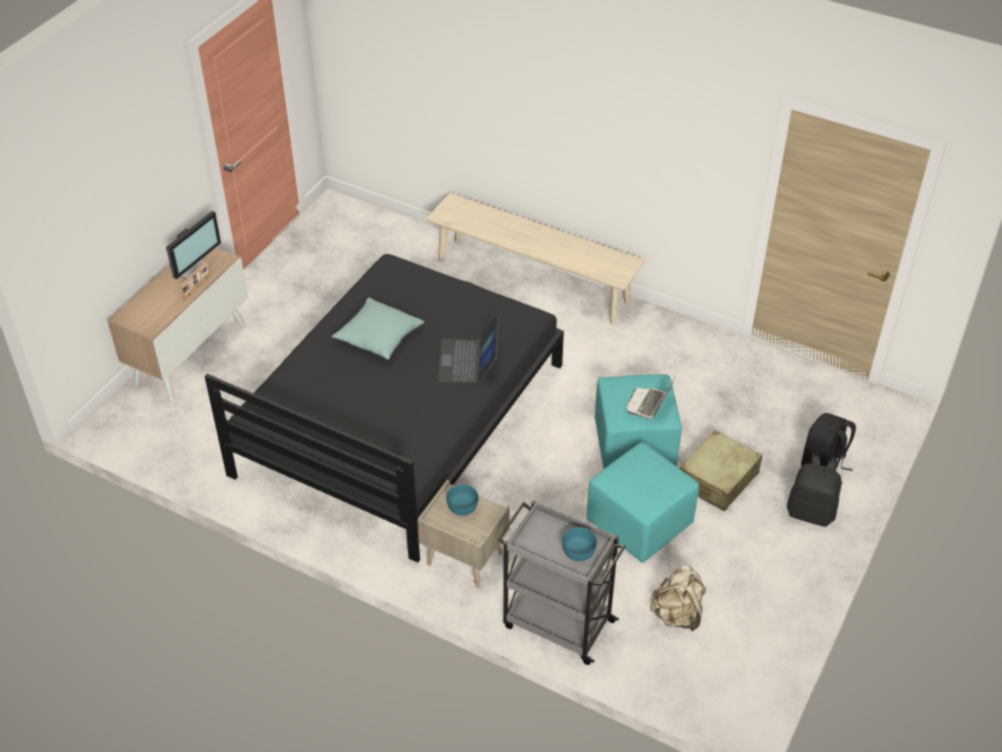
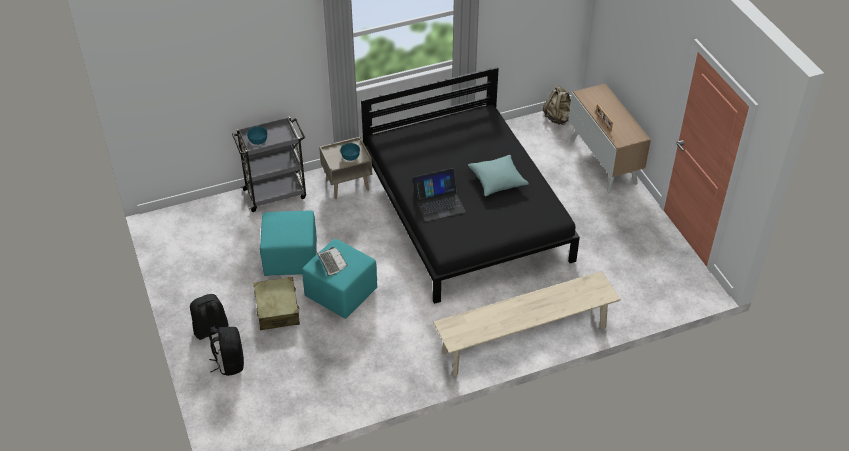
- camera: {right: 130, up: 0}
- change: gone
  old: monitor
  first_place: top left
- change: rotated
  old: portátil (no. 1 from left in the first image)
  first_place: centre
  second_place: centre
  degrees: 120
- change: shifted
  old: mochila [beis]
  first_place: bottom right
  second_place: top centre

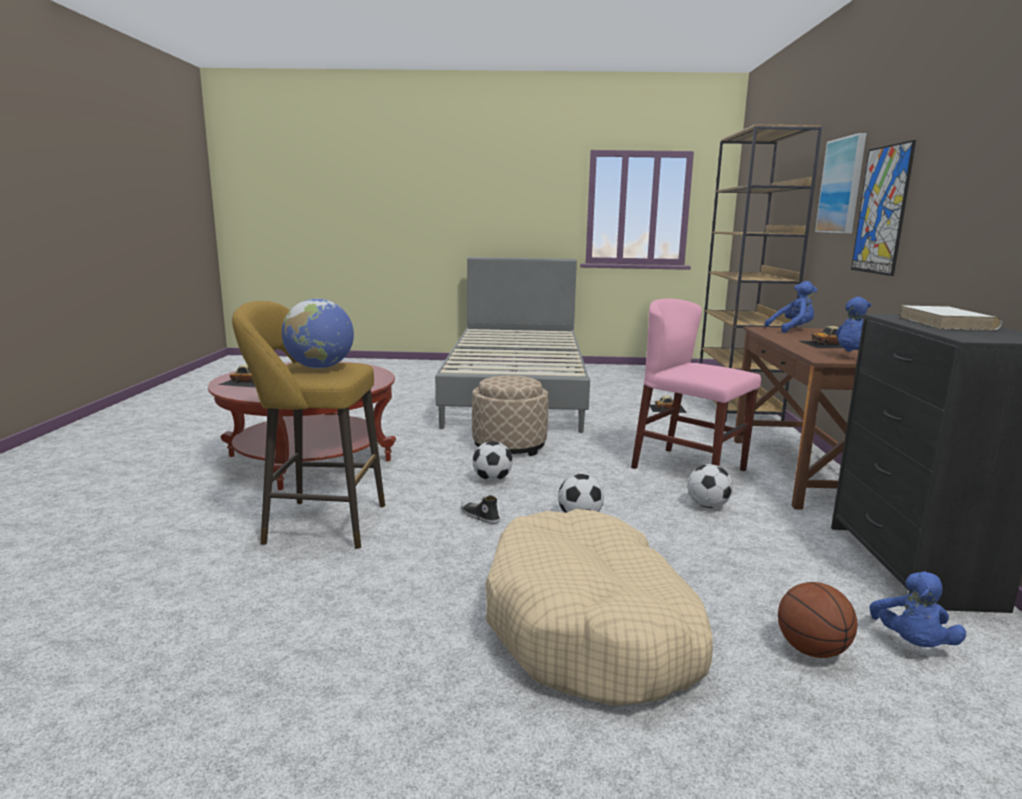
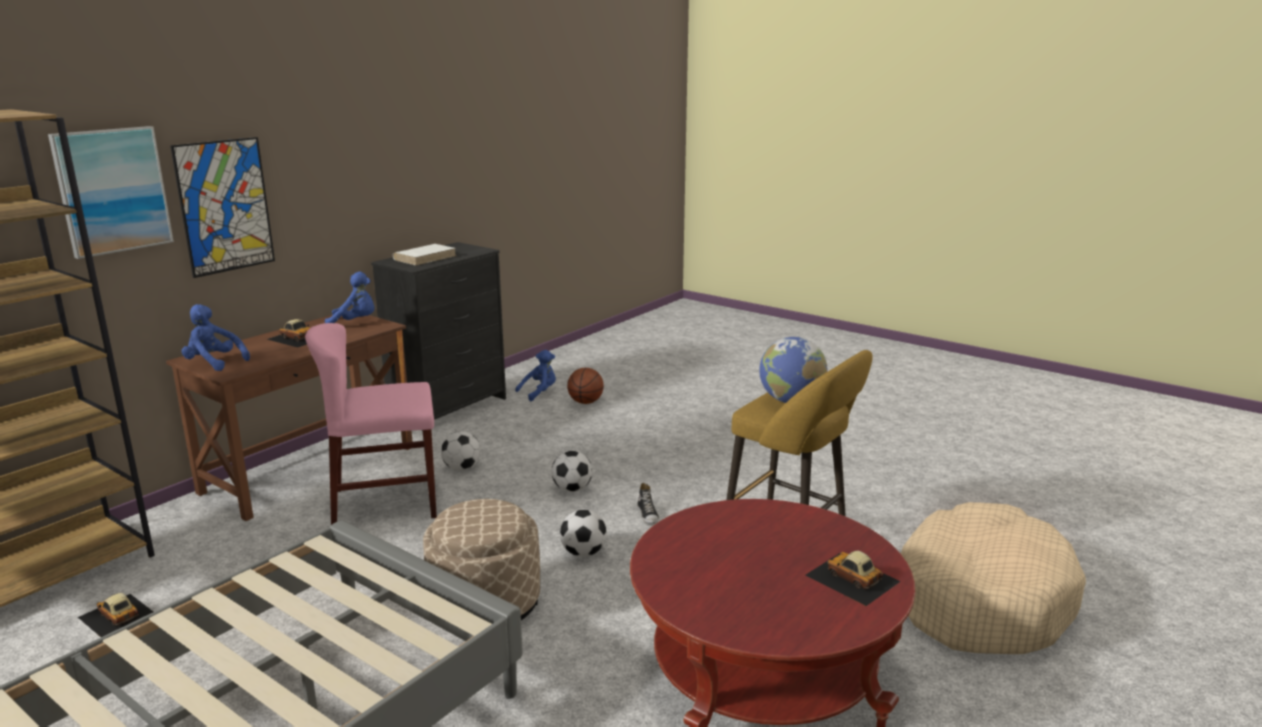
- camera: {right: -145, up: 5}
- change: rotated
  old: silla [rosa]
  first_place: middle right
  second_place: middle left
  degrees: 90
- change: shifted
  old: cama para perro [beis]
  first_place: bottom centre
  second_place: bottom right

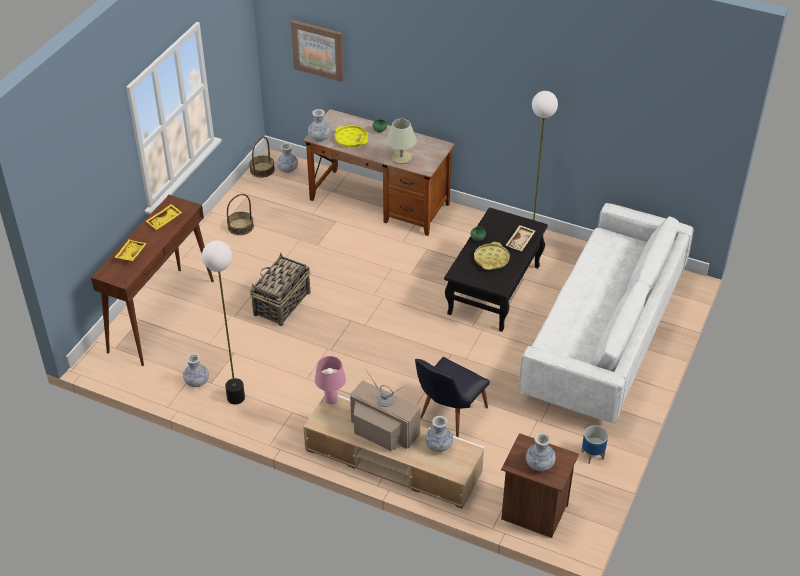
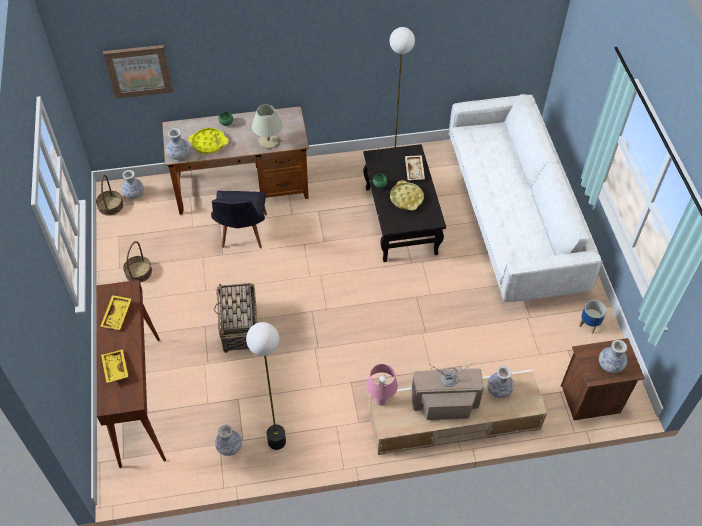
- camera: {right: -35, up: 10}
- change: shifted
  old: silla [negro]
  first_place: bottom centre
  second_place: centre

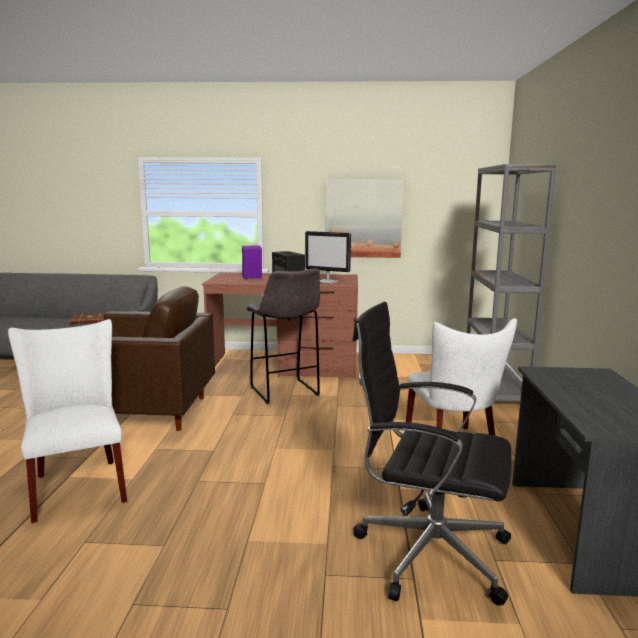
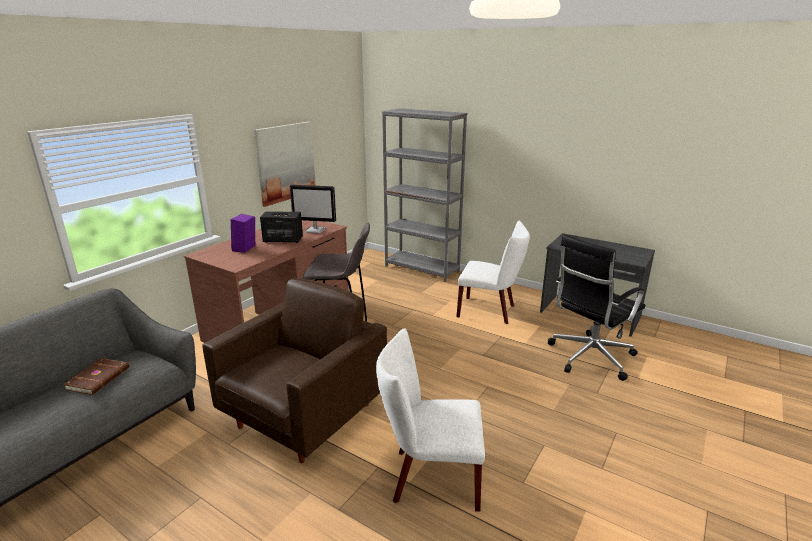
- camera: {right: -60, up: 10}
- change: rotated
  old: monitor
  first_place: centre
  second_place: centre
  degrees: 45

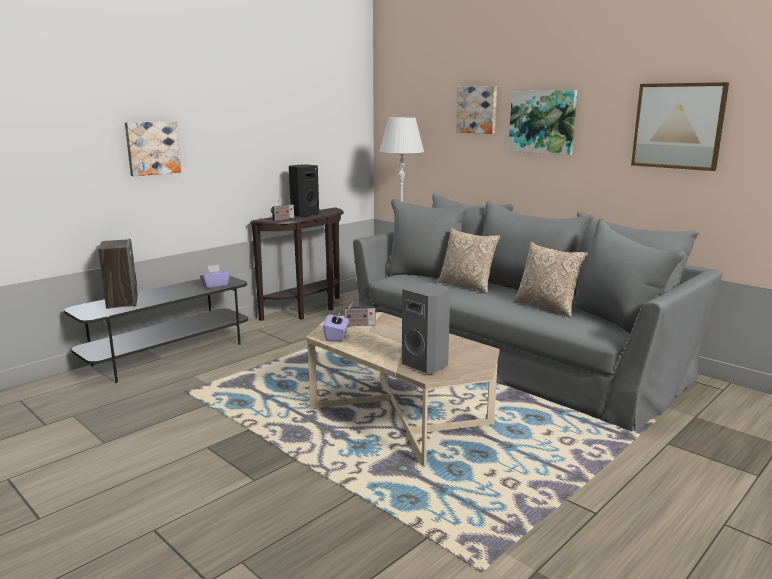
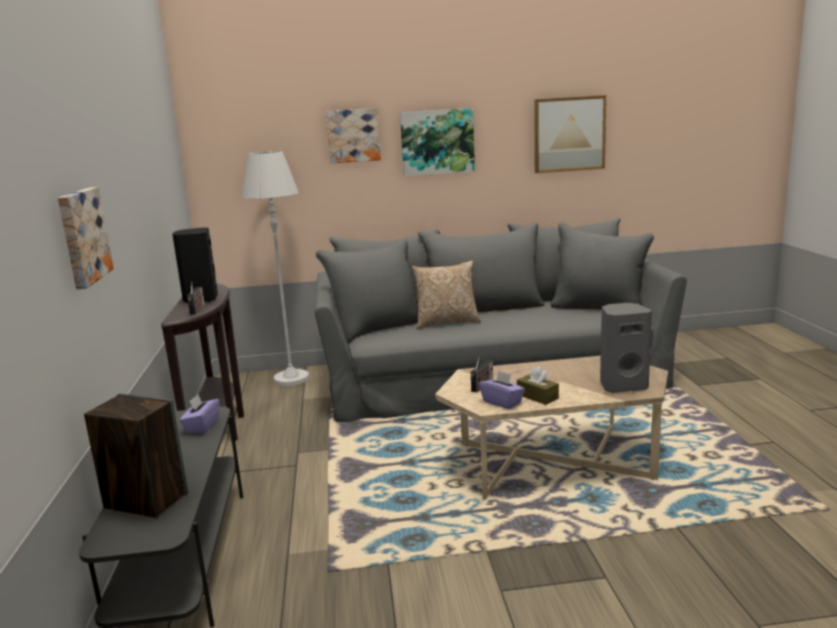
- camera: {right: -50, up: 0}
- change: gone
  old: cojín (no. 2 from left)
  first_place: middle right
- change: new
  new: caja de pañuelos [marrón]
  second_place: centre

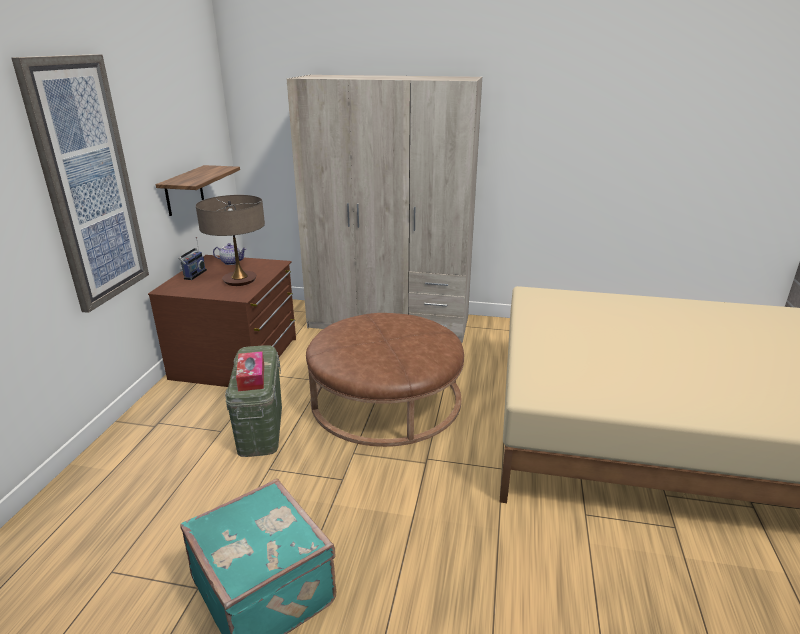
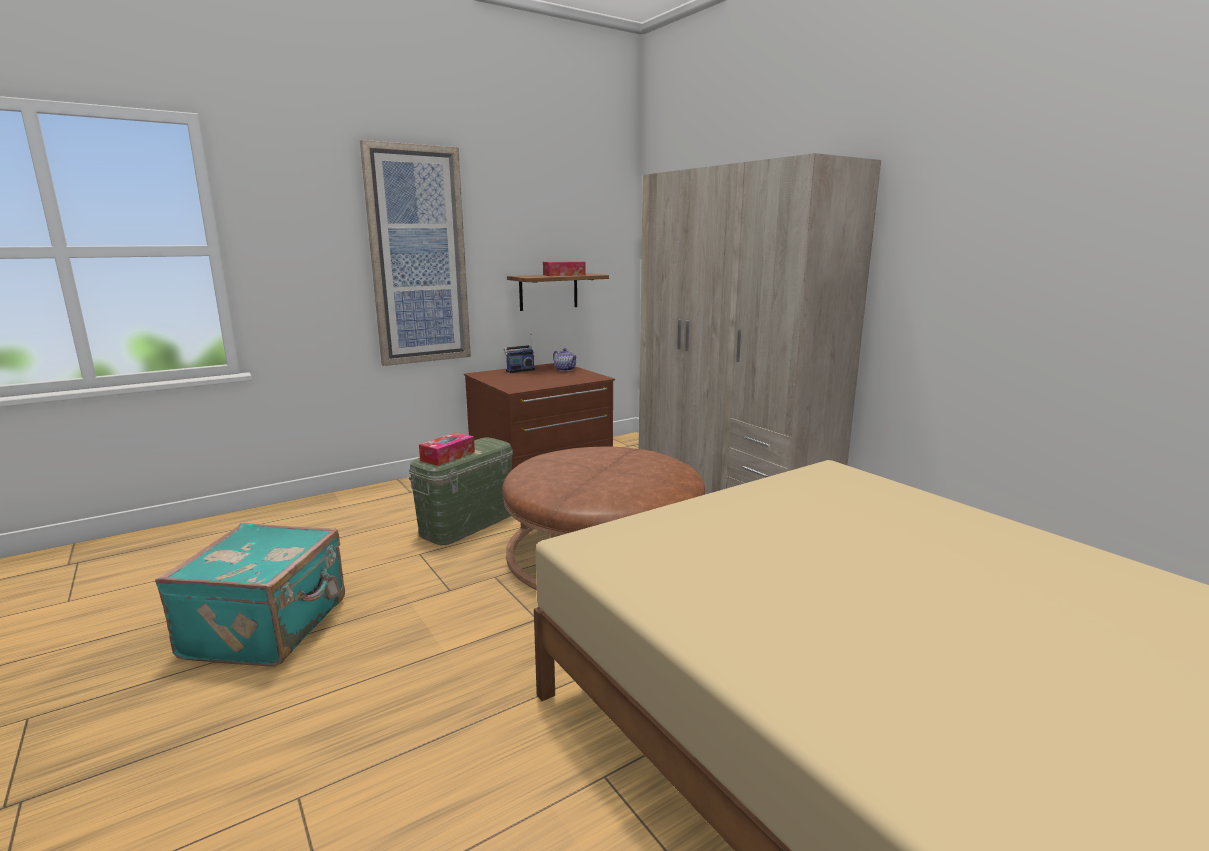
- camera: {right: 45, up: -10}
- change: gone
  old: lámpara de mesa
  first_place: middle left
- change: new
  new: caja de pañuelos (no. 2 from left)
  second_place: top centre

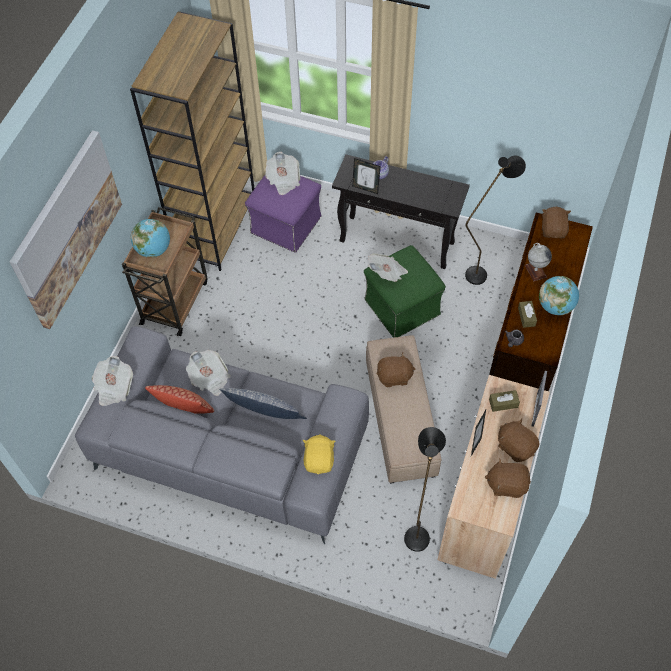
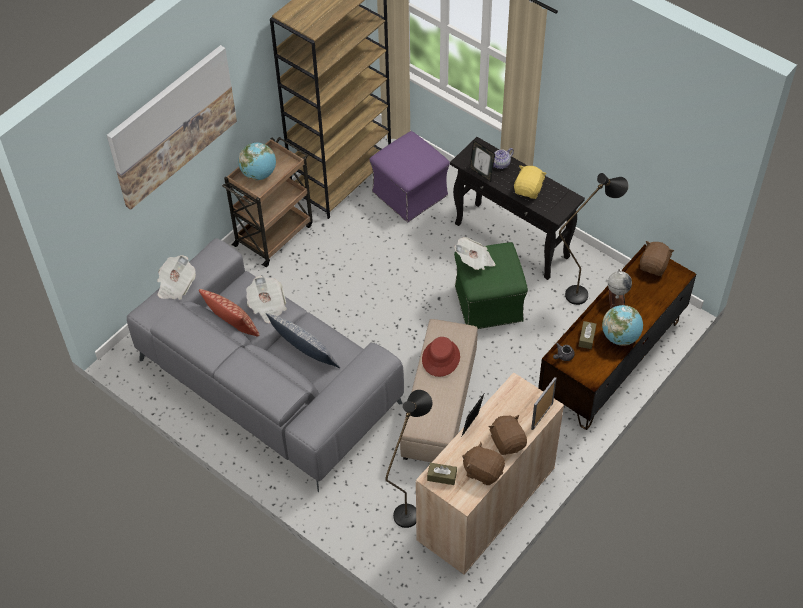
- camera: {right: 20, up: -5}
- change: gone
  old: periódico (no. 3 from left)
  first_place: top centre
- change: swapped
  old: peluche [marrón] (no. 1 from left)
  new: sombrero [rojo]
  first_place: centre
  second_place: centre
- change: shifted
  old: caja de pañuelos [marrón] (no. 1 from left)
  first_place: middle right
  second_place: bottom centre
- change: shifted
  old: peluche [amarillo]
  first_place: bottom centre
  second_place: top centre

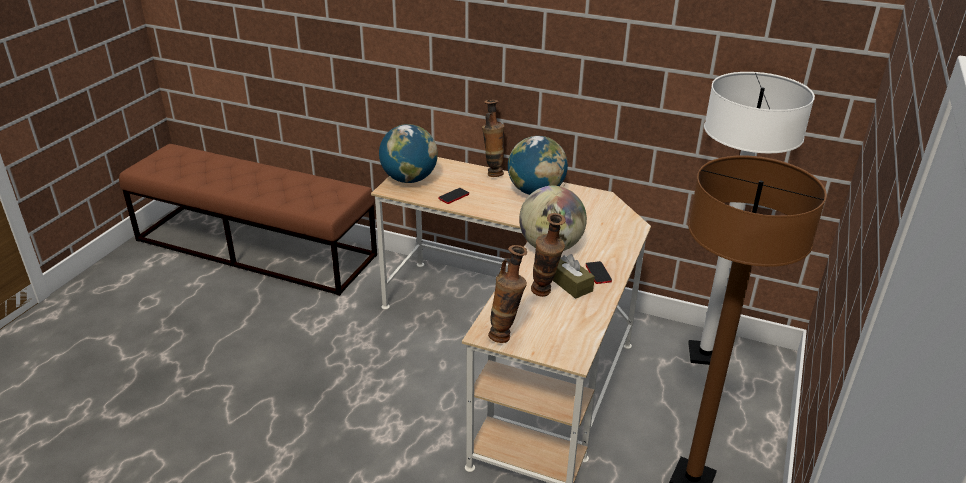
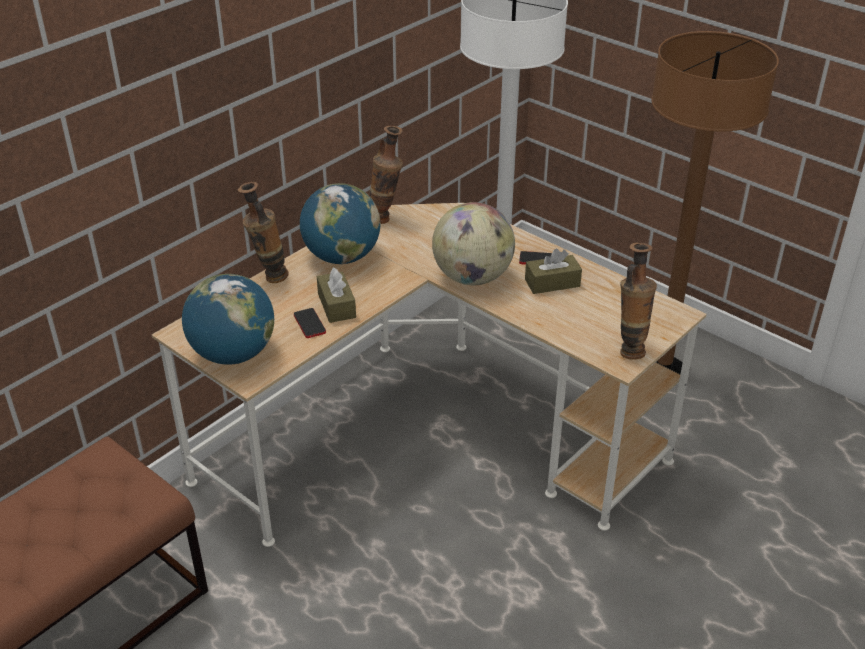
- camera: {right: -70, up: 5}
- change: shifted
  old: florero (no. 3 from left in the first image)
  new: florero (no. 2 from left)
  first_place: centre
  second_place: top centre
- change: new
  new: caja de pañuelos [marrón] (no. 1 from left)
  second_place: centre

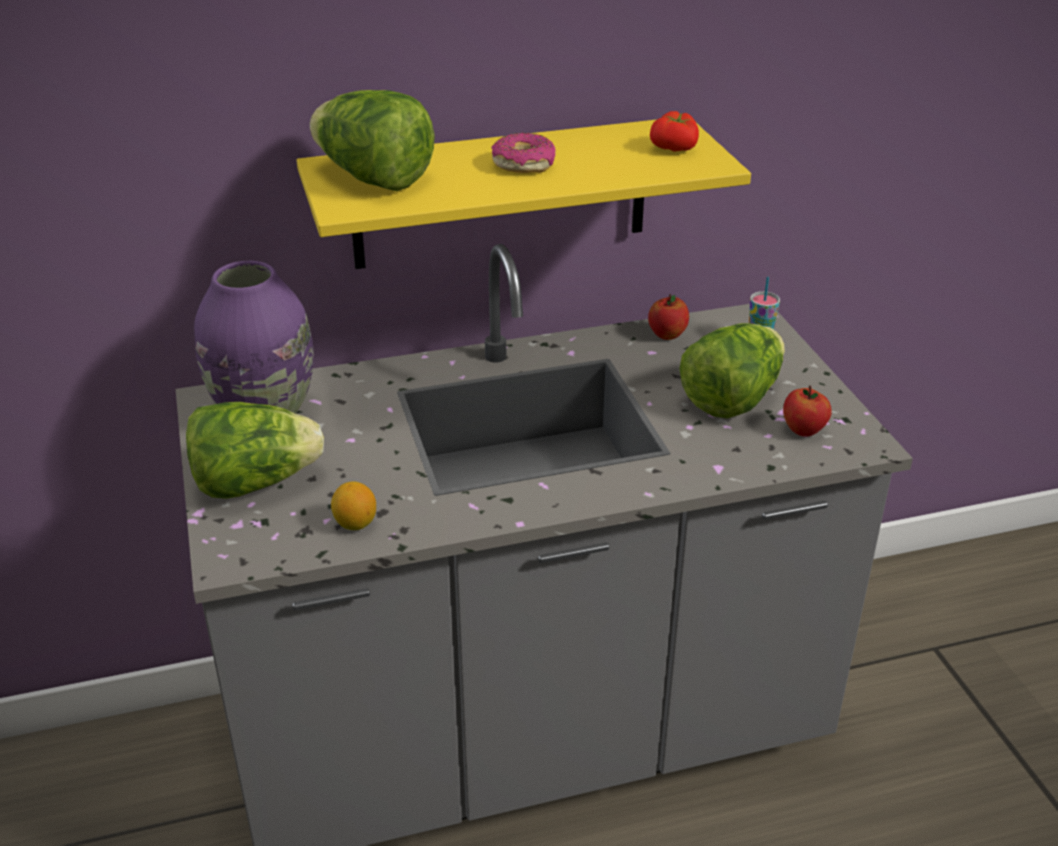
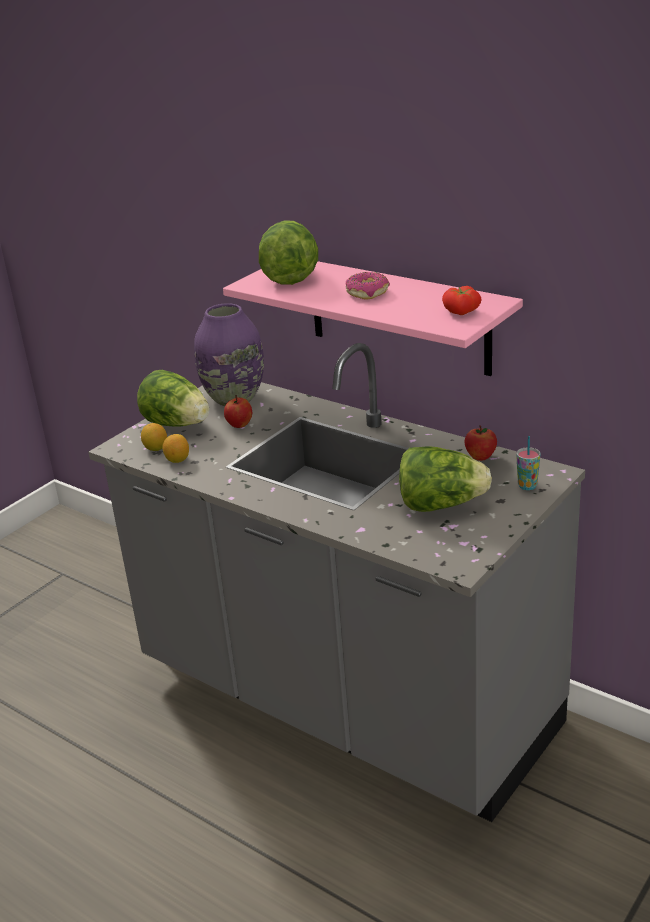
- camera: {right: 55, up: -5}
- change: repainted
  old: estante [amarillo]
  new: estante [rosa]
  first_place: top centre
  second_place: centre
- change: shifted
  old: manzana (no. 2 from left in the first image)
  new: manzana (no. 1 from left)
  first_place: middle right
  second_place: centre
- change: new
  new: limón (no. 1 from left)
  second_place: middle left

